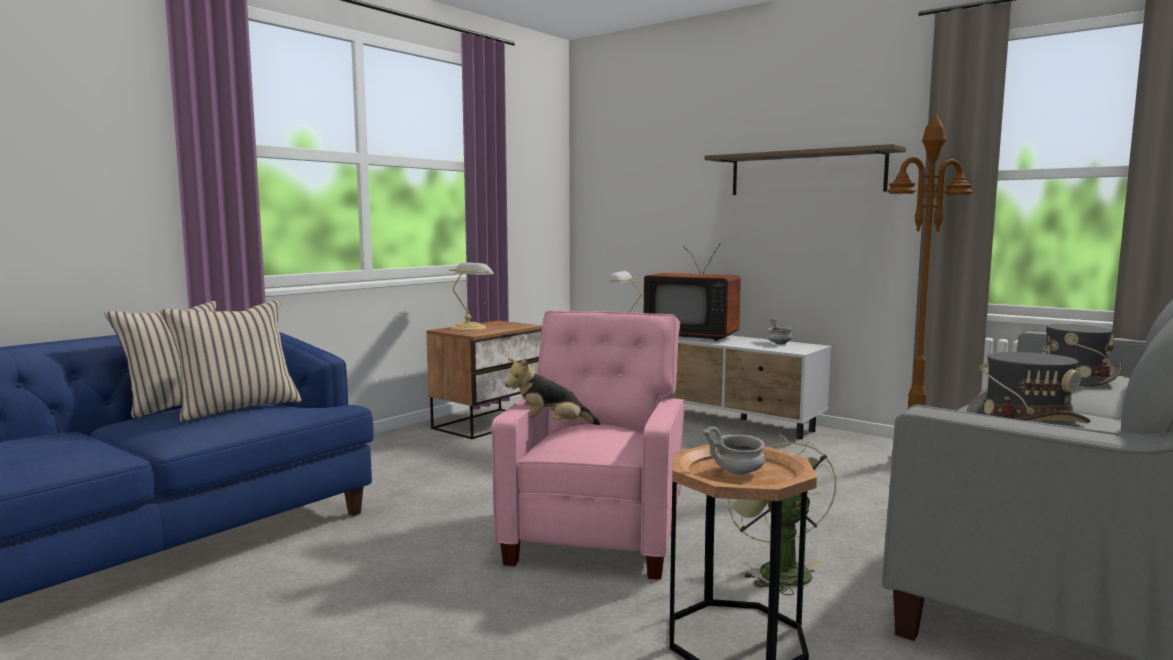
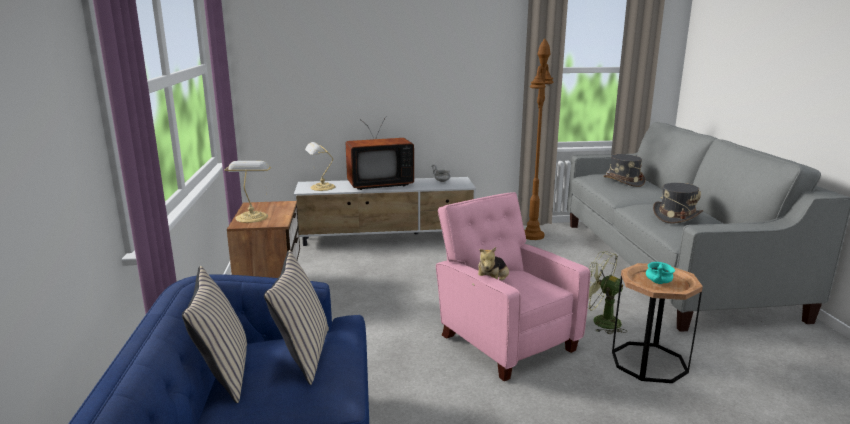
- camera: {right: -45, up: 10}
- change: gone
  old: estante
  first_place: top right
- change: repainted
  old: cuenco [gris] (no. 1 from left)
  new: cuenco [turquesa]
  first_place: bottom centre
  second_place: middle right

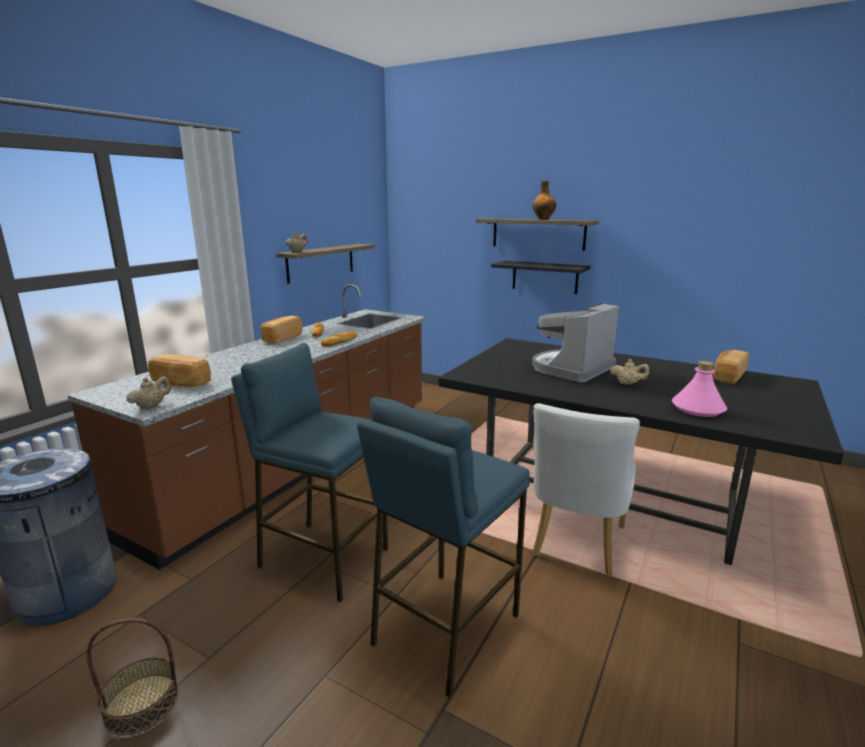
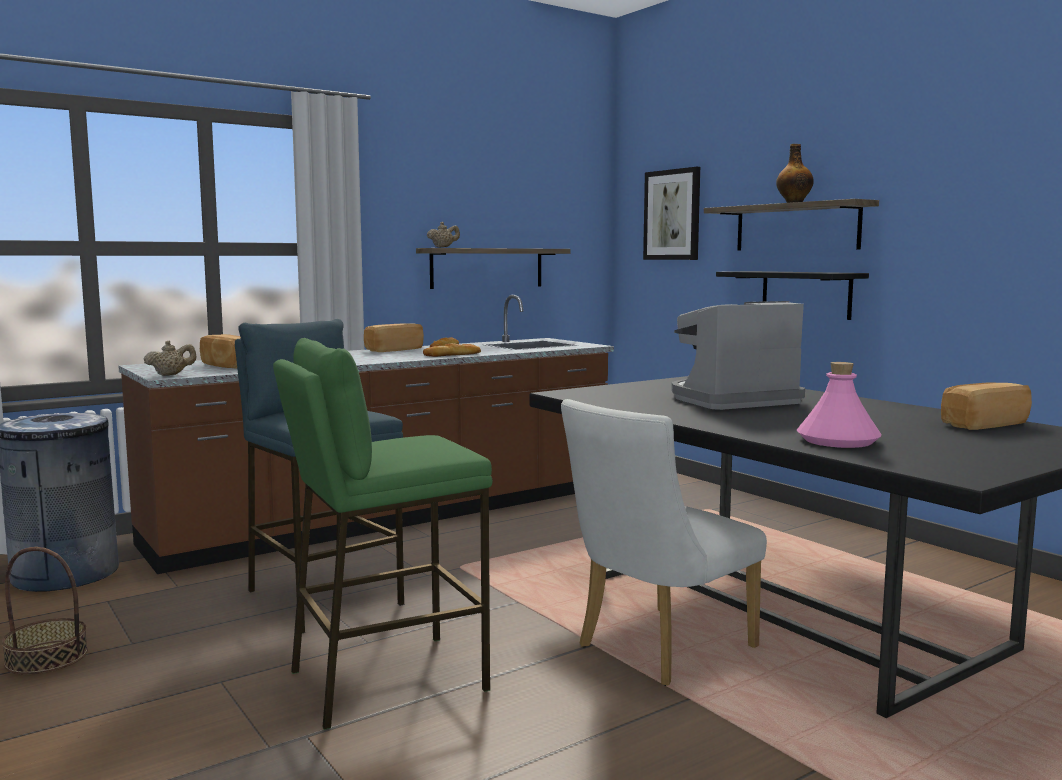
- camera: {right: 25, up: -10}
- change: gone
  old: tetera [beis] (no. 3 from left)
  first_place: middle right
- change: repainted
  old: taburete [azul] (no. 2 from left)
  new: taburete [verde]
  first_place: bottom centre
  second_place: bottom centre
- change: new
  new: cuadro
  second_place: top centre

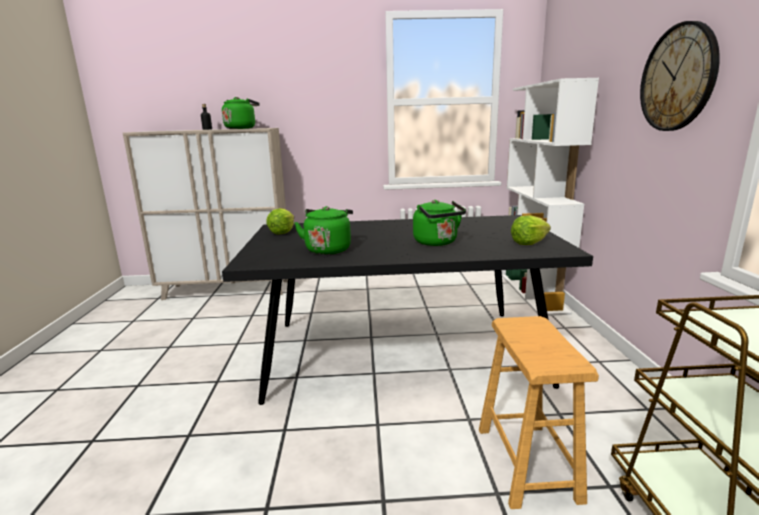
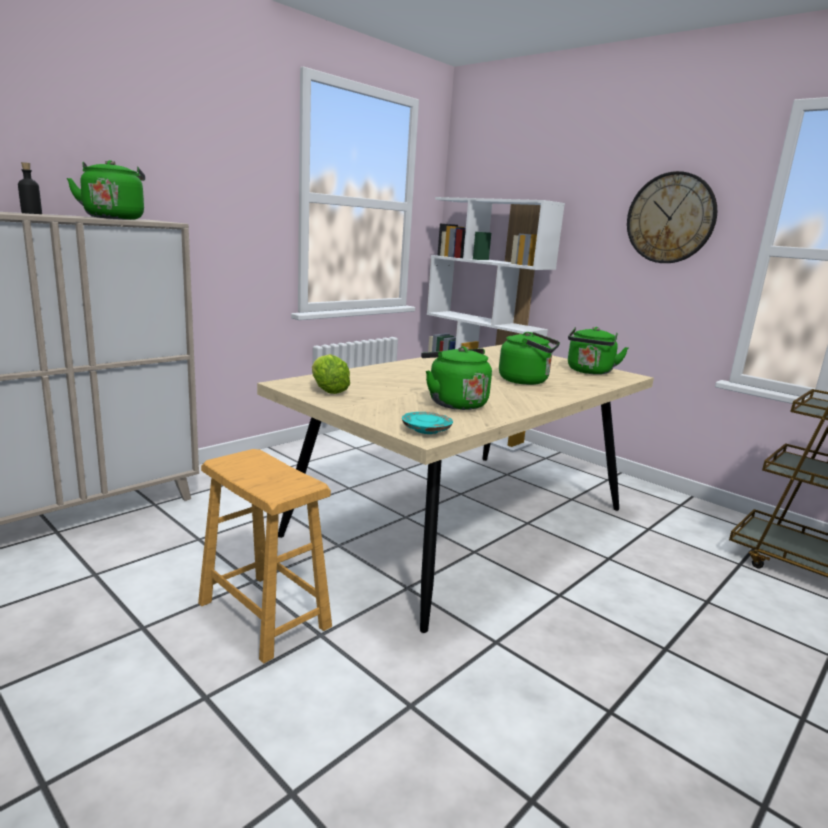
- camera: {right: -45, up: 0}
- change: repainted
  old: mesa de comedor [negro]
  new: mesa de comedor [beis]
  first_place: centre
  second_place: centre
- change: swapped
  old: lechuga (no. 2 from left)
  new: hervidor [verde] (no. 4 from left)
  first_place: middle right
  second_place: middle right
- change: shifted
  old: taburete [marrón]
  first_place: bottom right
  second_place: bottom left
- change: new
  new: plato [turquesa]
  second_place: centre

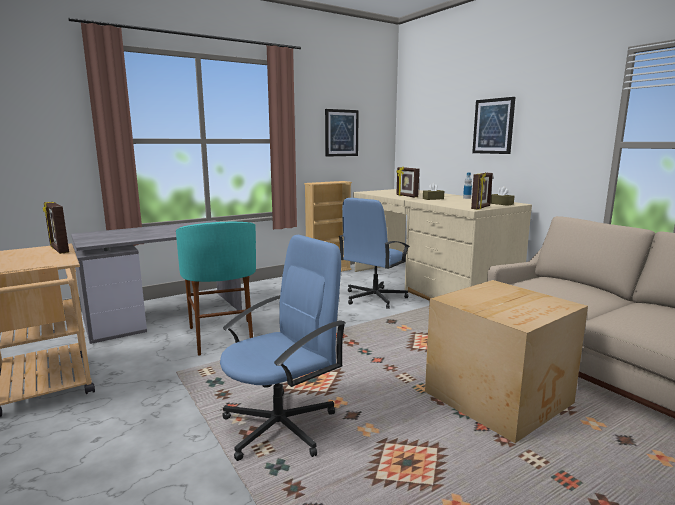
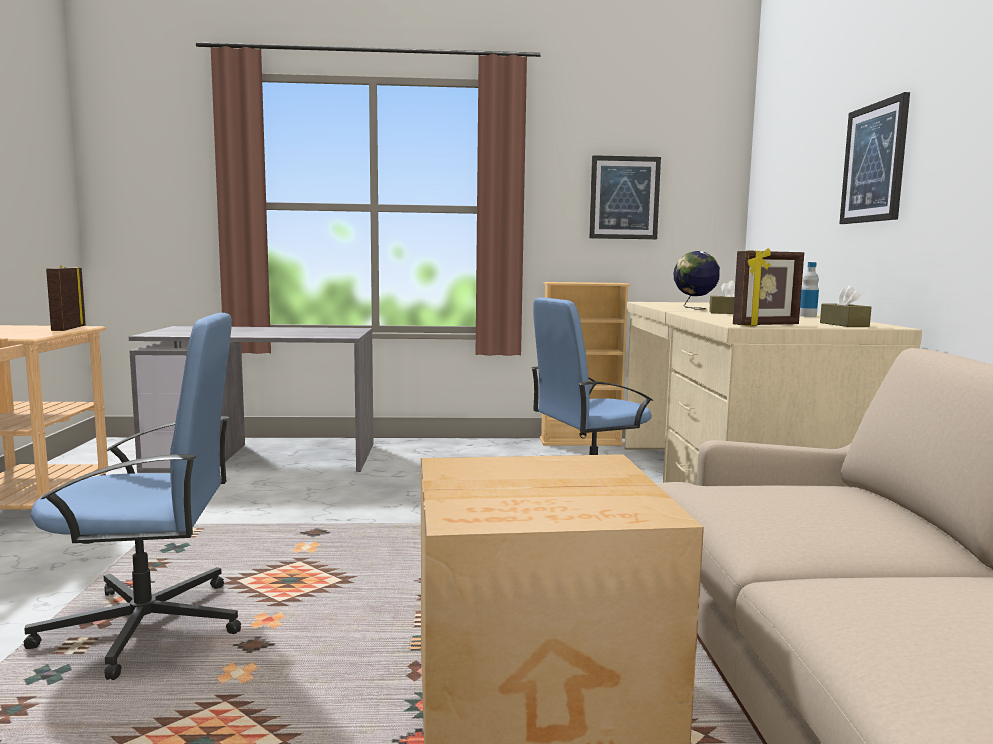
- camera: {right: 30, up: -5}
- change: swapped
  old: portarretratos (no. 2 from left)
  new: globo terráqueo
  first_place: centre
  second_place: middle right
- change: gone
  old: taburete [turquesa]
  first_place: middle left

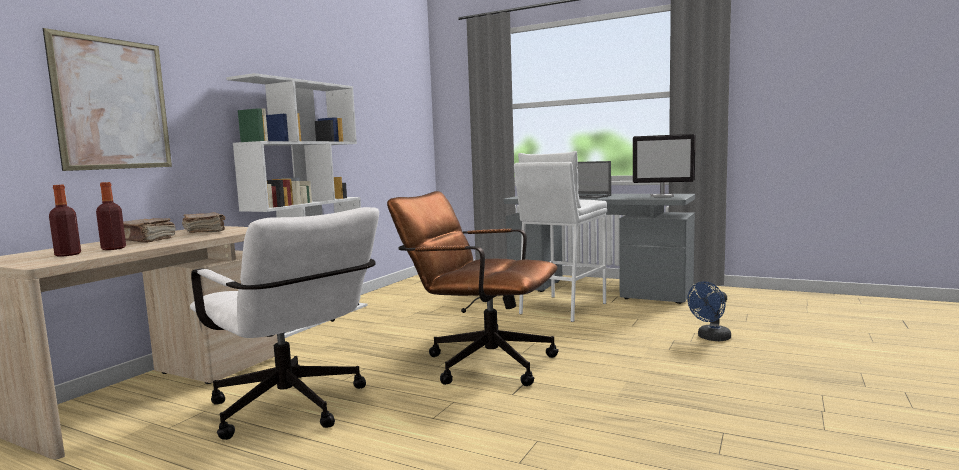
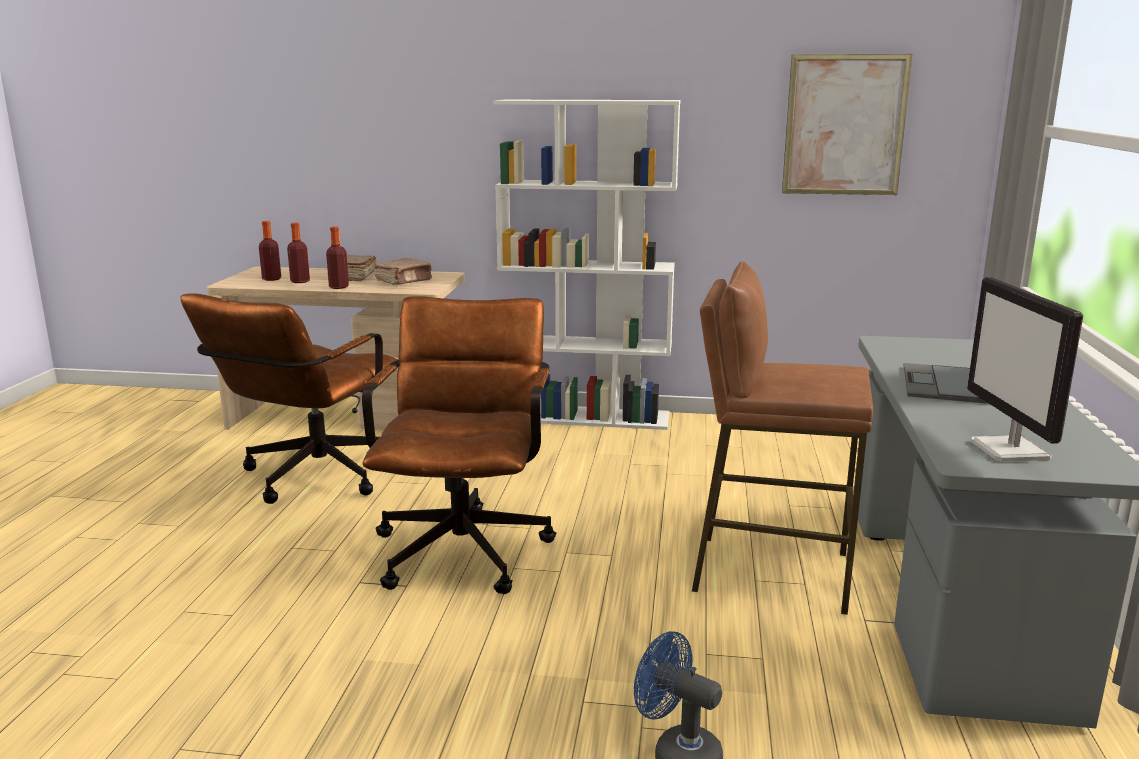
- camera: {right: 70, up: 10}
- change: shifted
  old: cuadro
  first_place: top left
  second_place: top right
- change: repainted
  old: taburete [blanco]
  new: taburete [marrón]
  first_place: centre
  second_place: middle right
- change: repainted
  old: silla de oficina [blanco]
  new: silla de oficina [marrón] (no. 1 from left)
  first_place: bottom left
  second_place: middle left
- change: new
  new: botella (no. 3 from left)
  second_place: middle left

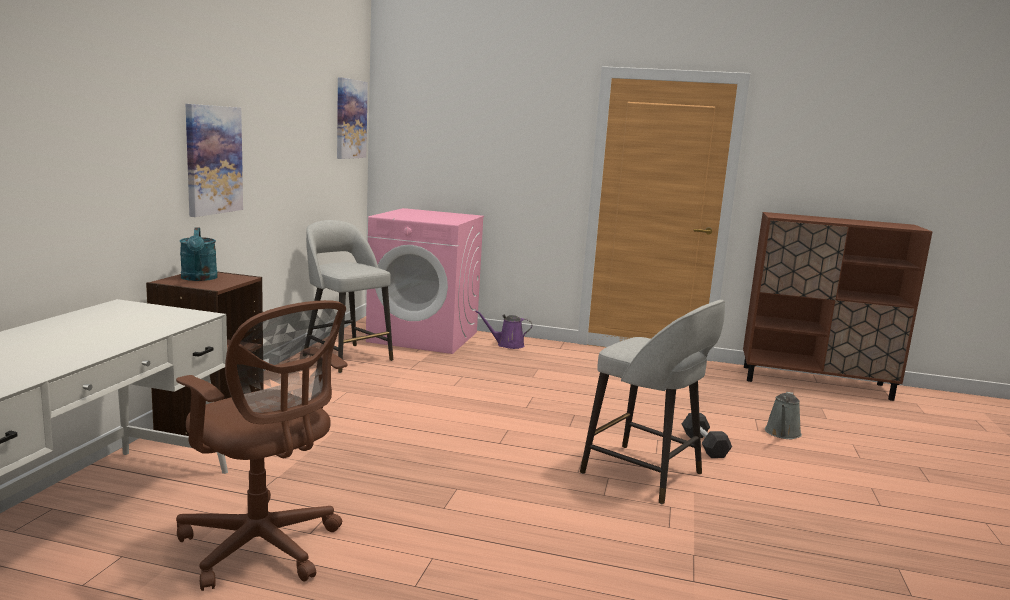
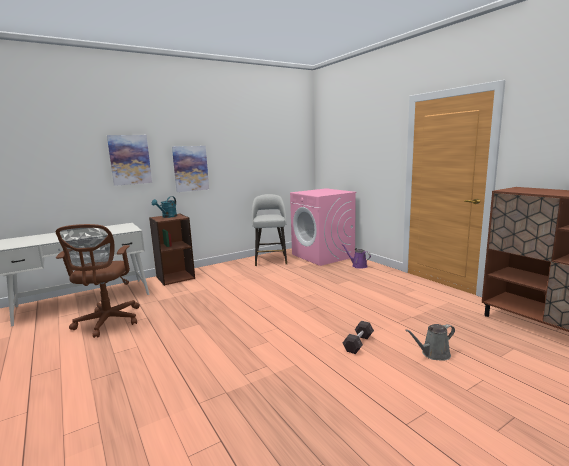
- camera: {right: 45, up: 0}
- change: shifted
  old: cuadro (no. 2 from left in the first image)
  new: cuadro (no. 1 from left)
  first_place: top centre
  second_place: middle left
- change: gone
  old: taburete [gris] (no. 2 from left)
  first_place: bottom centre

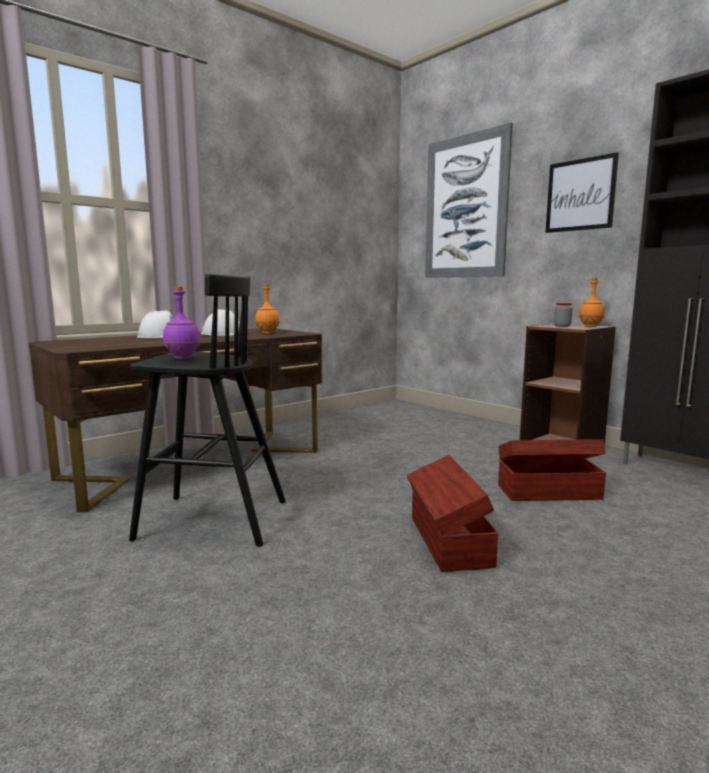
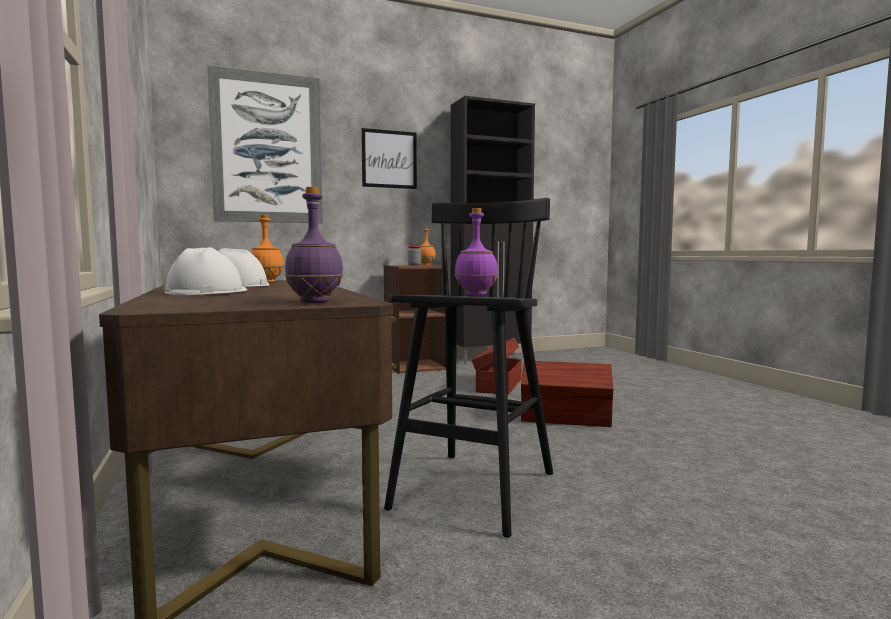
- camera: {right: -70, up: -5}
- change: new
  new: botella [morado] (no. 1 from left)
  second_place: centre

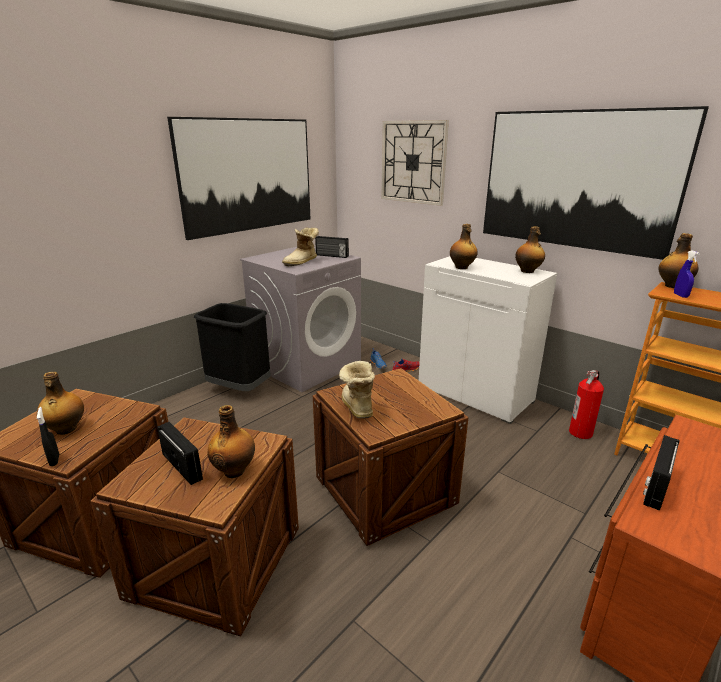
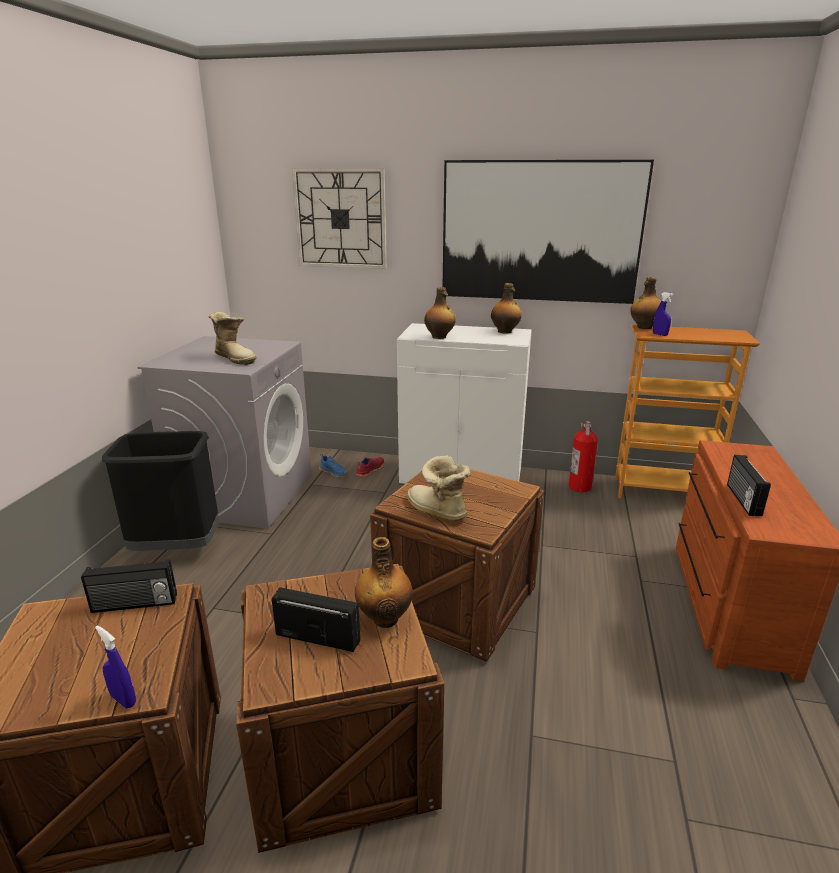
- camera: {right: -30, up: 0}
- change: gone
  old: cuadro (no. 1 from left)
  first_place: top left
- change: rotated
  old: bota (no. 1 from left)
  first_place: centre
  second_place: middle left
  degrees: -60
- change: shifted
  old: radio (no. 2 from left in the first image)
  new: radio (no. 1 from left)
  first_place: centre
  second_place: bottom left
- change: gone
  old: botella (no. 1 from left)
  first_place: middle left
- change: repainted
  old: pulverizador [negro]
  new: pulverizador [azul] (no. 1 from left)
  first_place: middle left
  second_place: bottom left

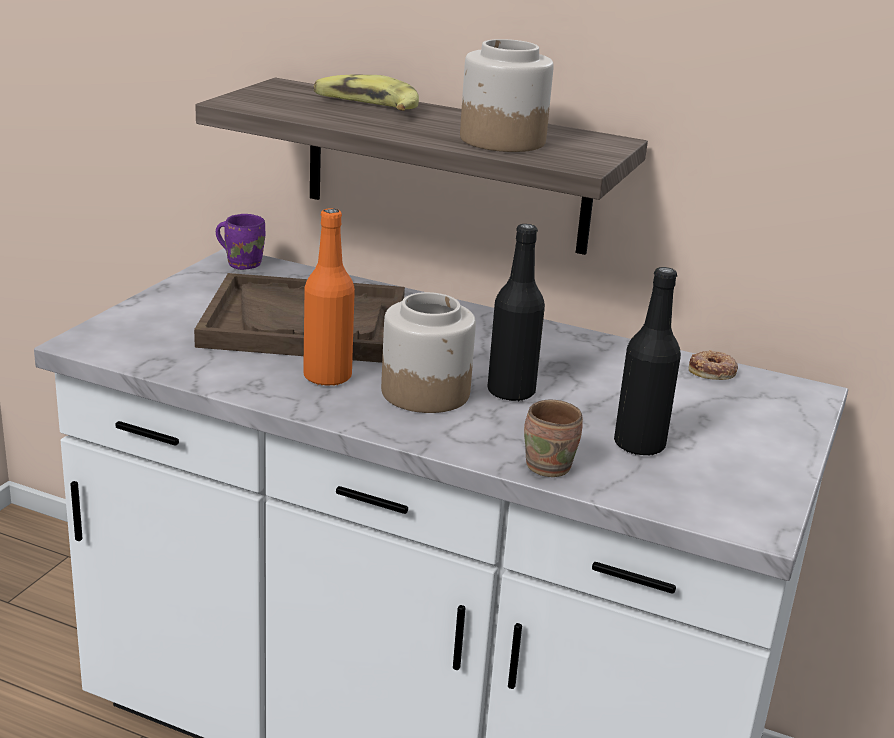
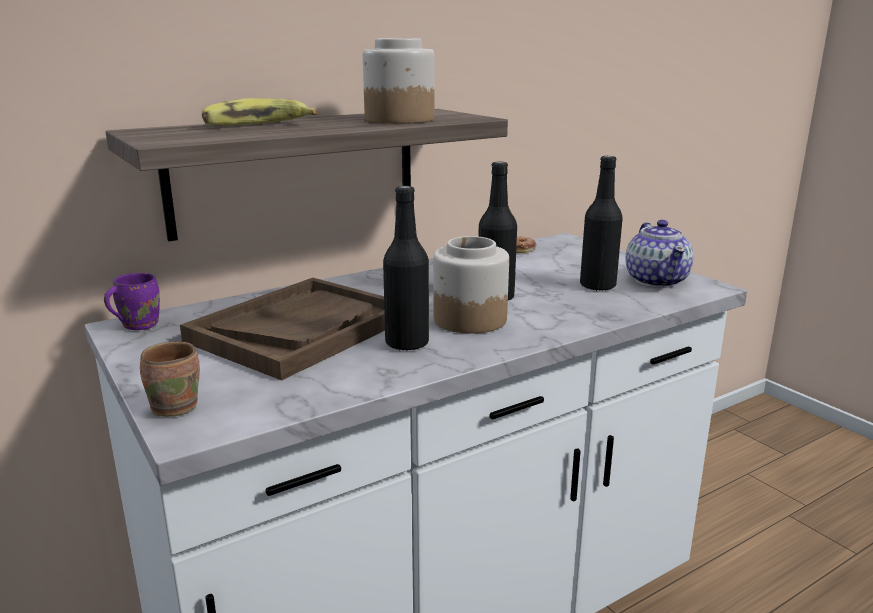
- camera: {right: -55, up: -5}
- change: repainted
  old: botella [naranja]
  new: botella [negro] (no. 1 from left)
  first_place: centre
  second_place: centre
- change: shifted
  old: taza grande [marrón]
  first_place: centre
  second_place: middle left
- change: new
  new: tetera
  second_place: middle right

